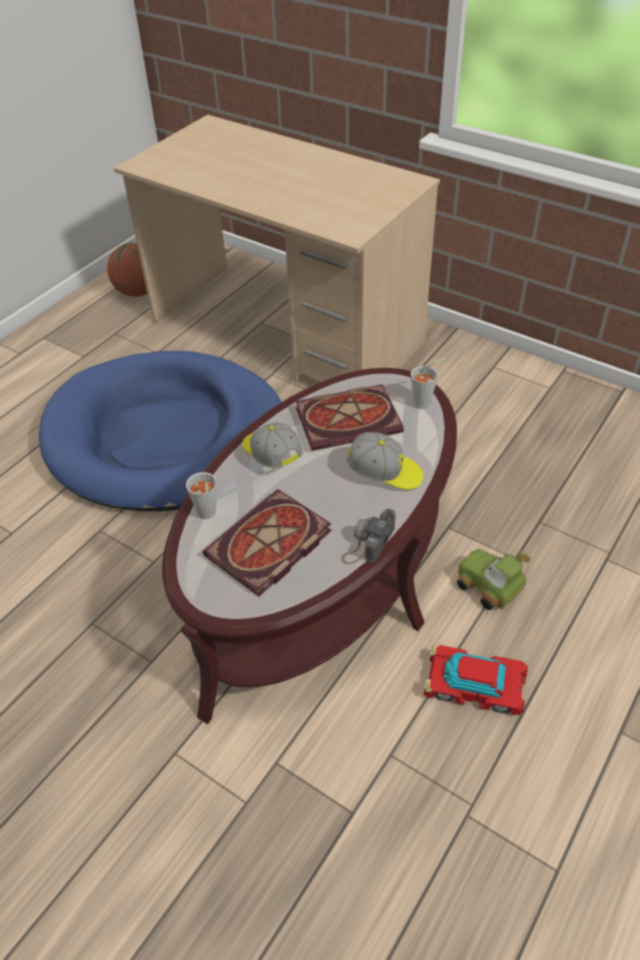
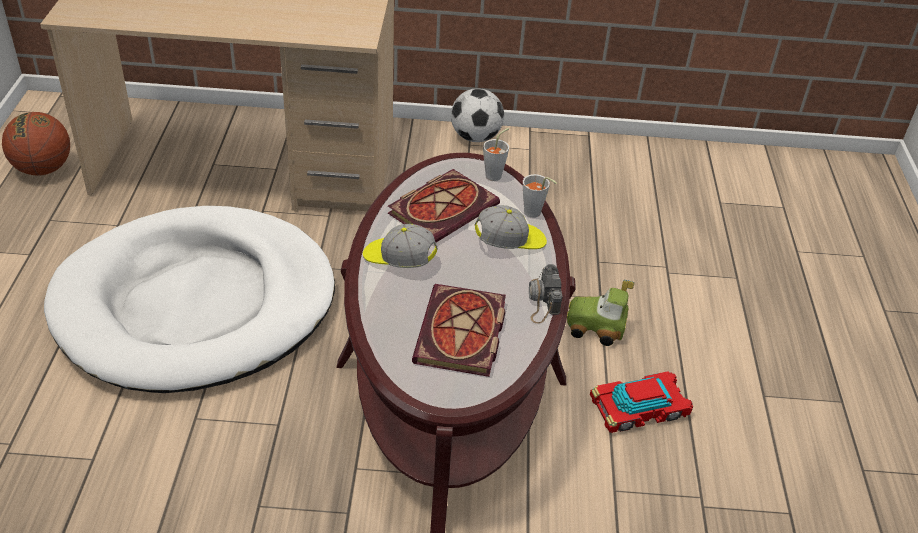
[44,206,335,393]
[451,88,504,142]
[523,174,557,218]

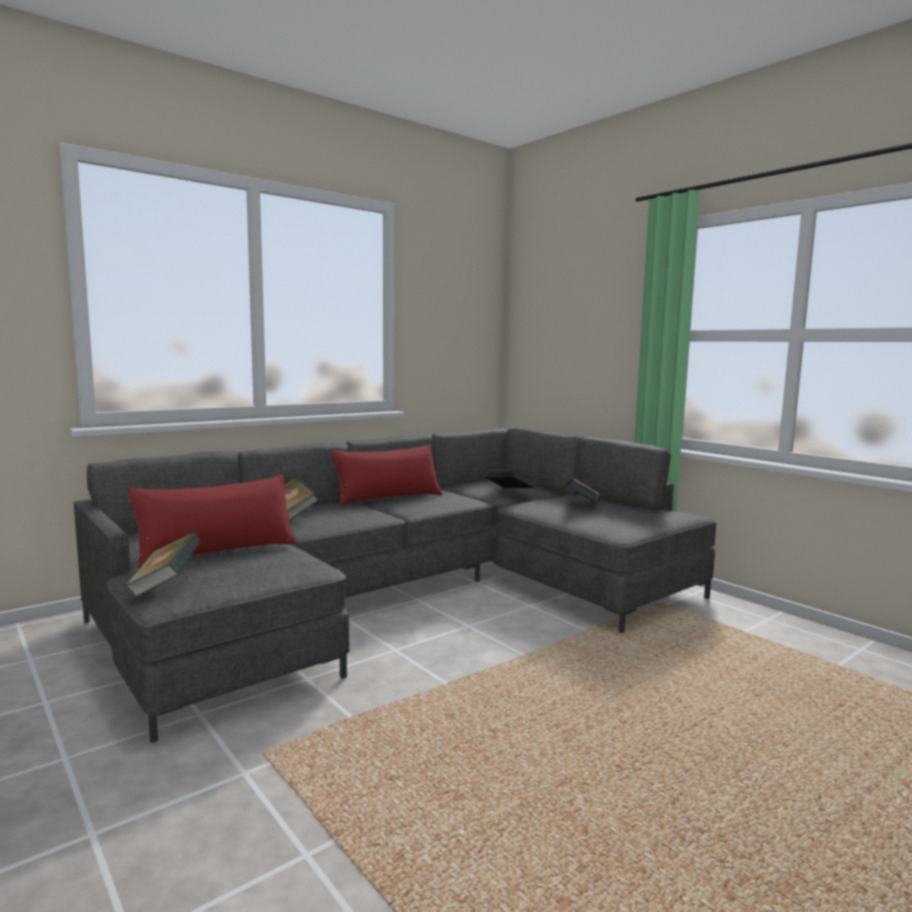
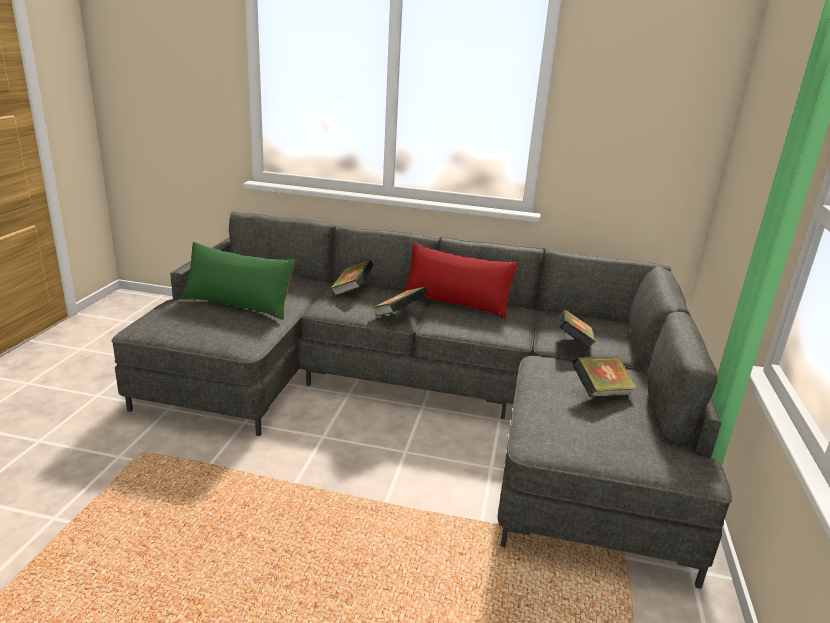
[181,242,296,320]
[372,287,428,317]

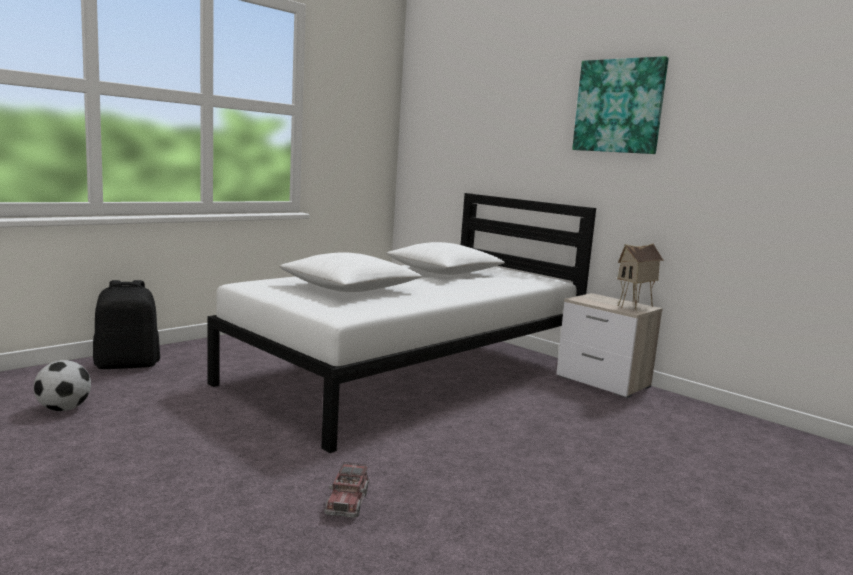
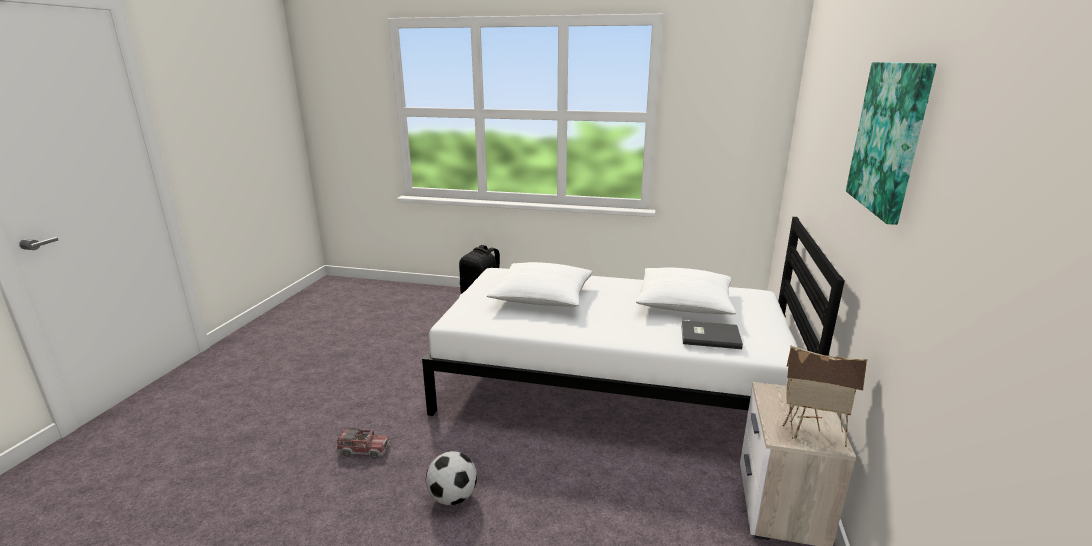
[336,428,390,458]
[426,451,477,505]
[681,320,743,349]

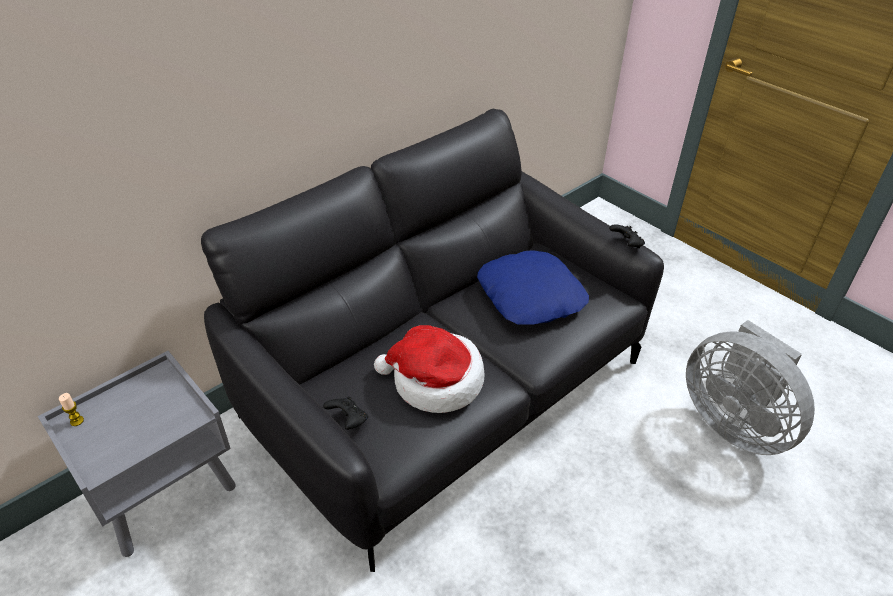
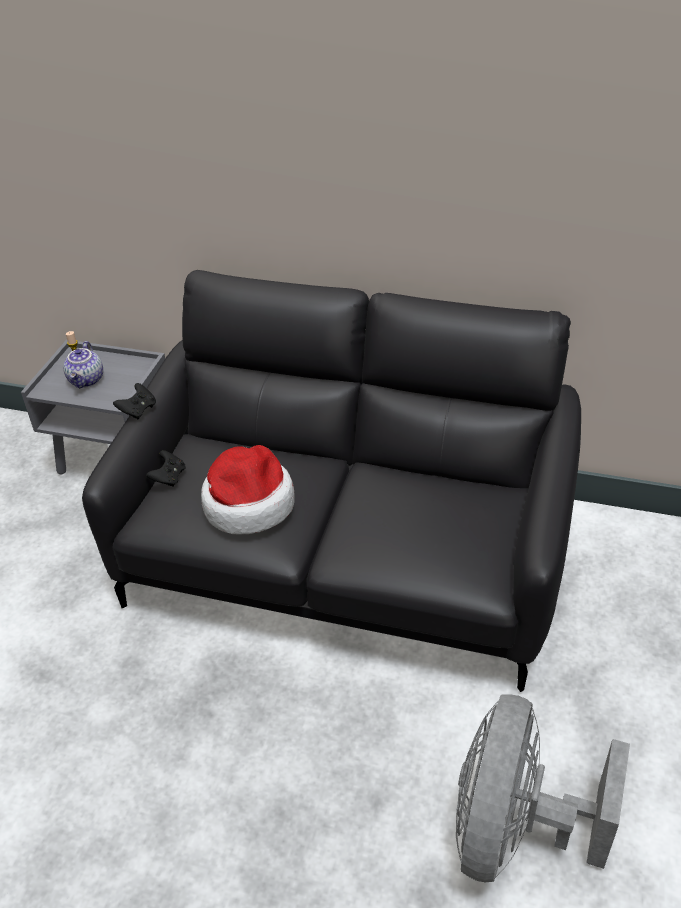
[63,341,103,388]
[113,383,156,419]
[477,250,589,324] (first image)

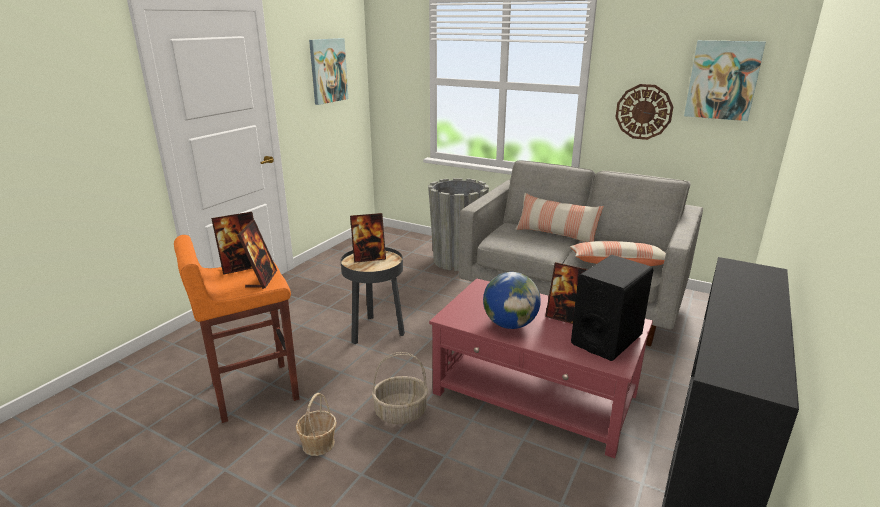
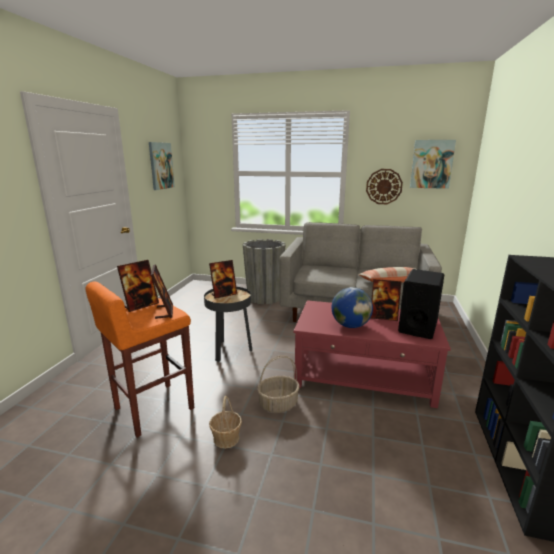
[515,193,604,242] (first image)

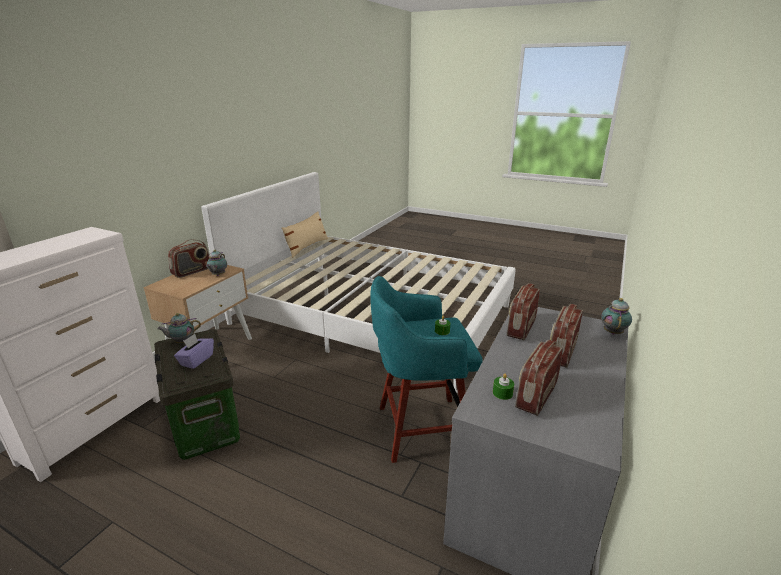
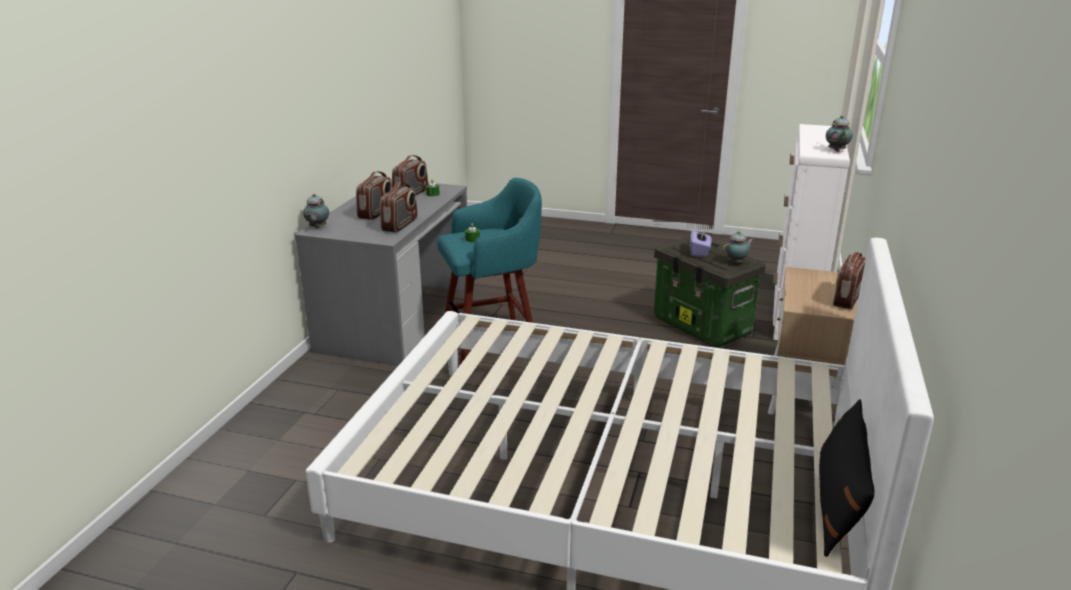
[819,399,874,557]
[826,115,853,152]

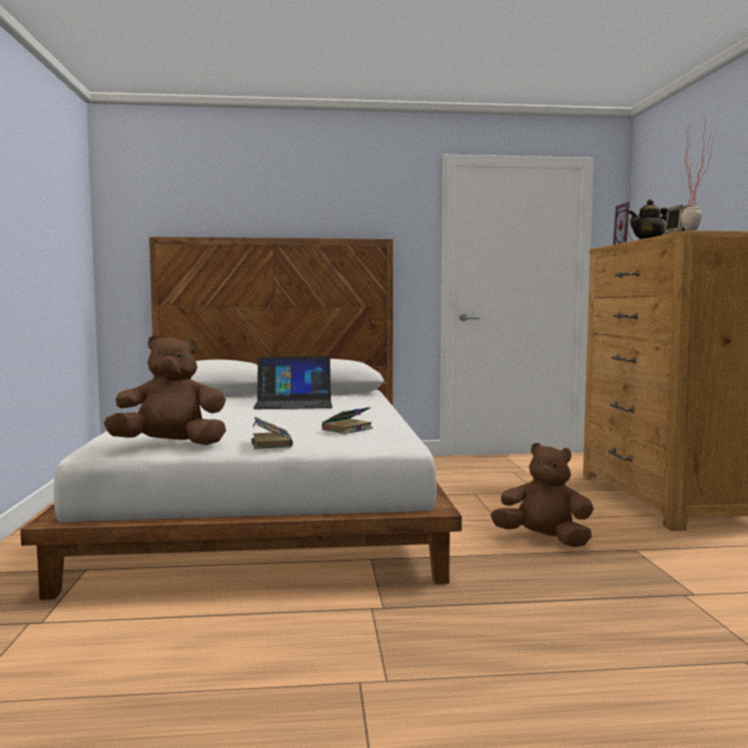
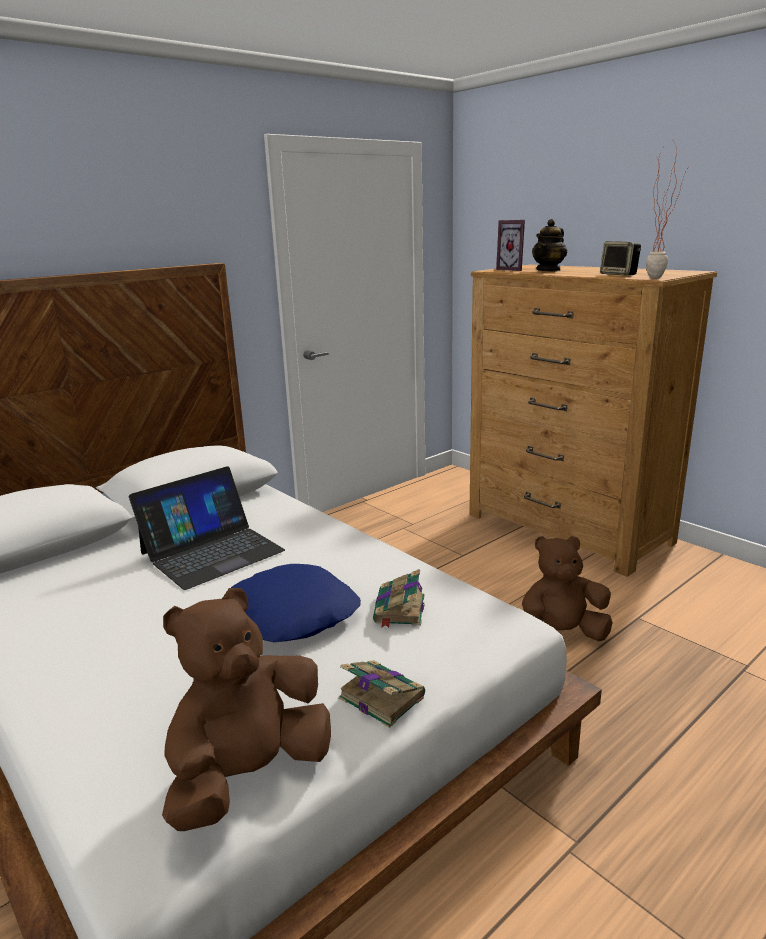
[231,564,361,642]

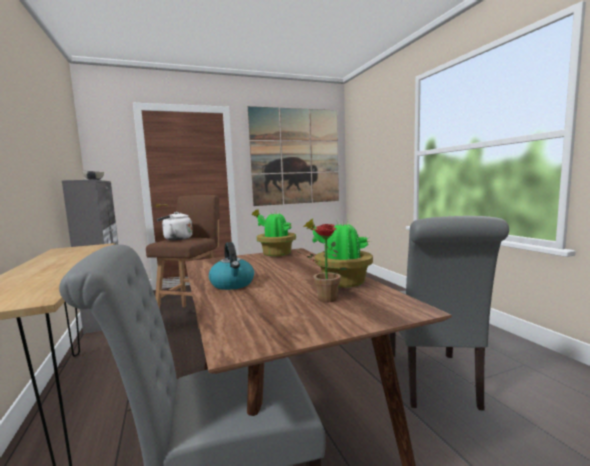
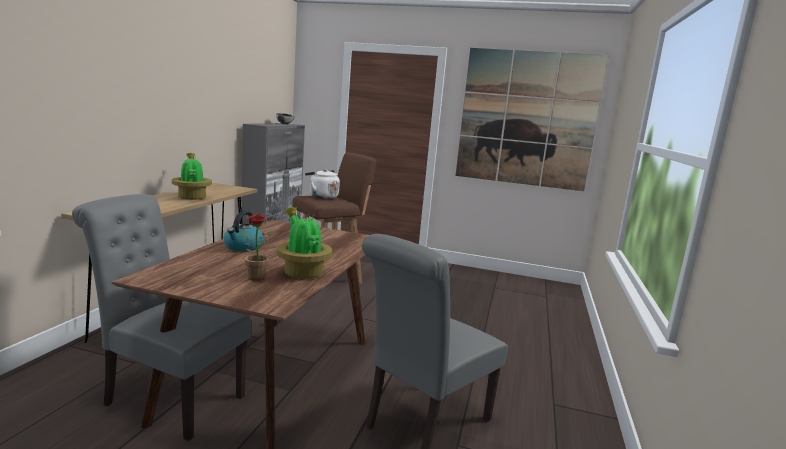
[172,153,212,200]

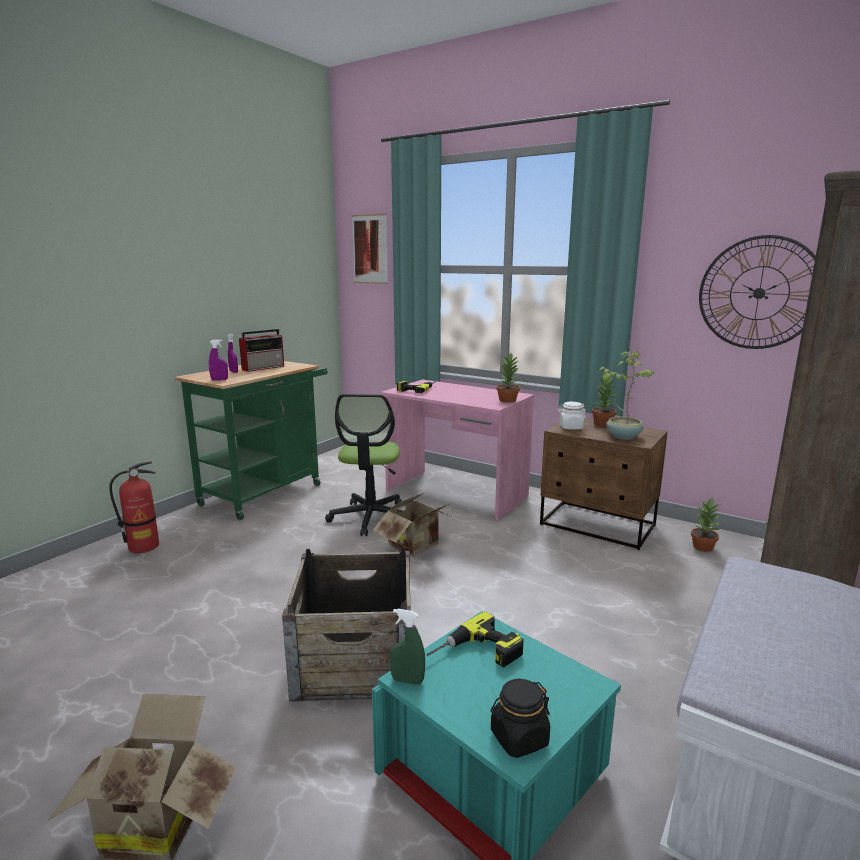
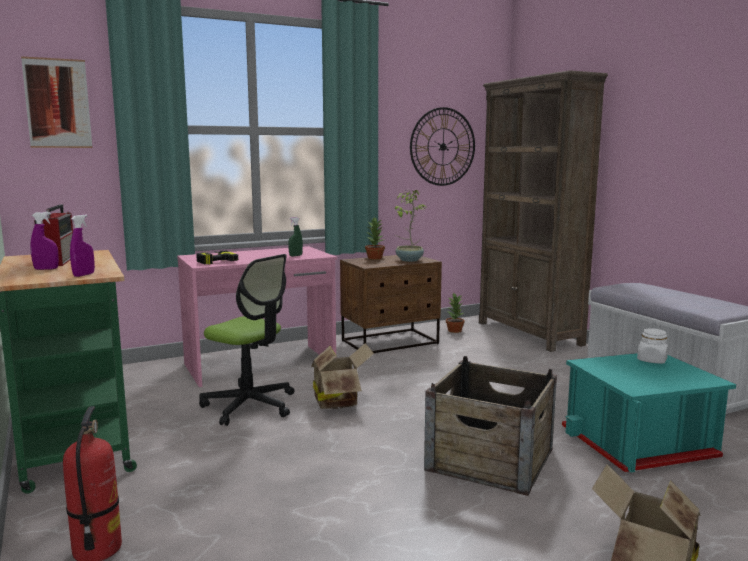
[288,217,303,256]
[637,329,668,364]
[426,612,524,667] (first image)
[491,679,550,758] (first image)
[497,354,520,403] (first image)

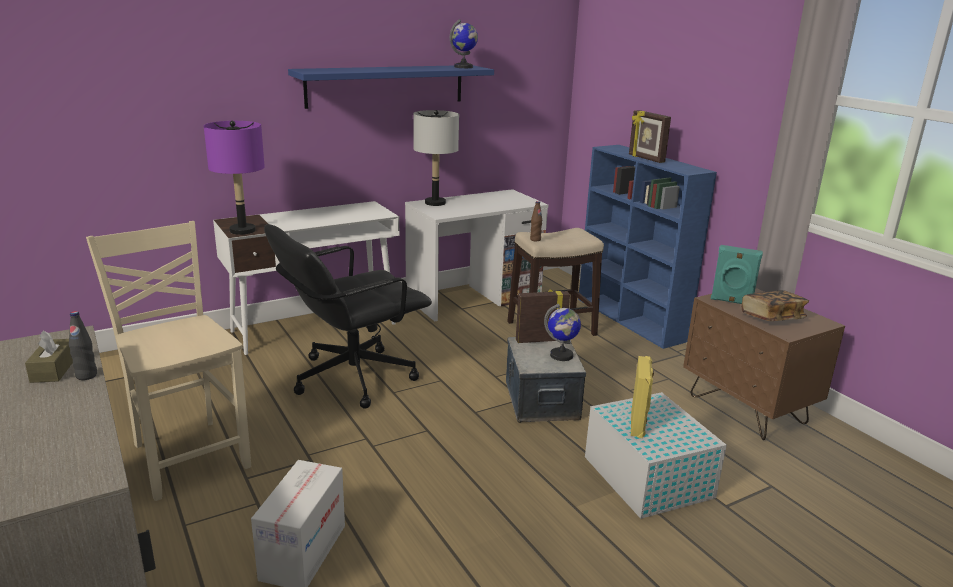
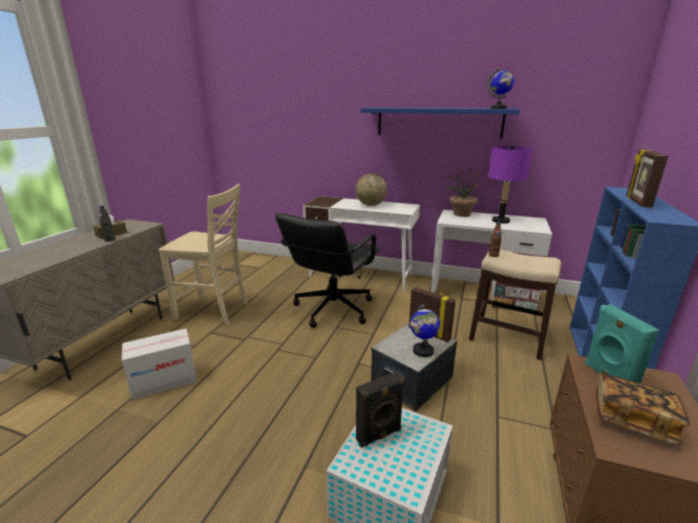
[159,184,248,325]
[275,213,380,328]
[355,174,387,206]
[356,371,405,448]
[445,170,482,217]
[488,145,533,224]

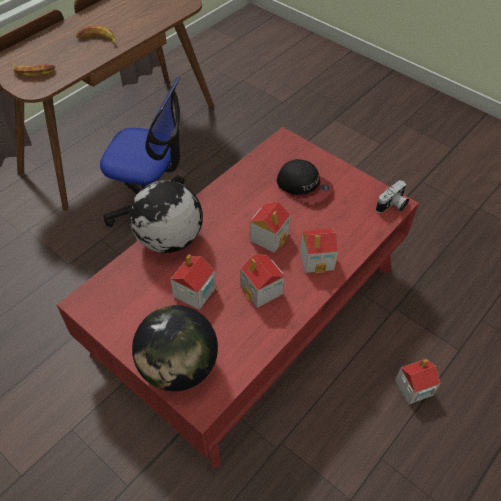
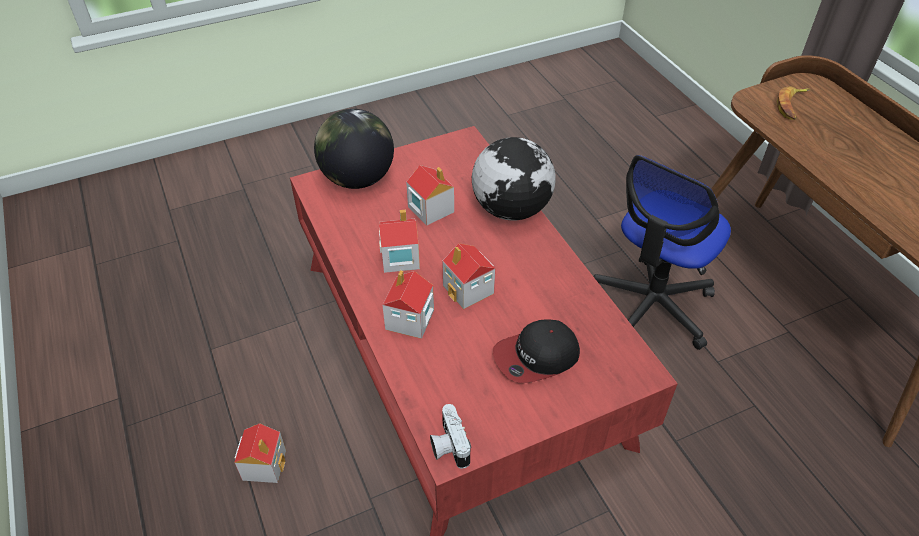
[76,25,116,44] (first image)

